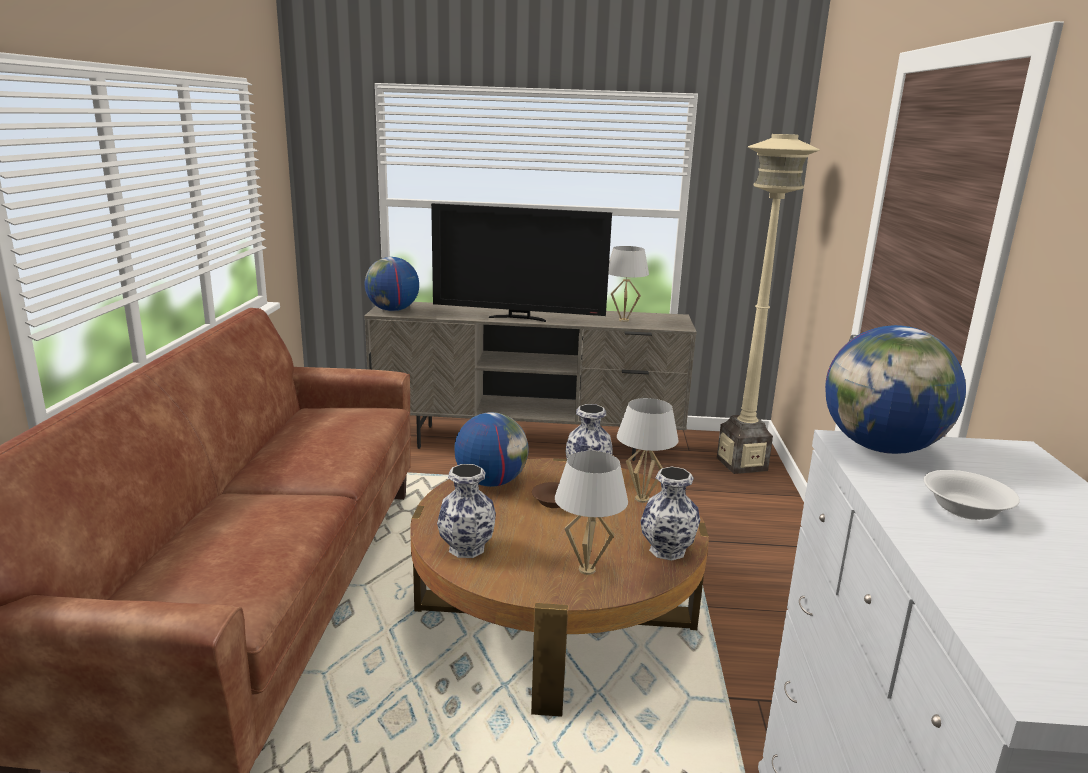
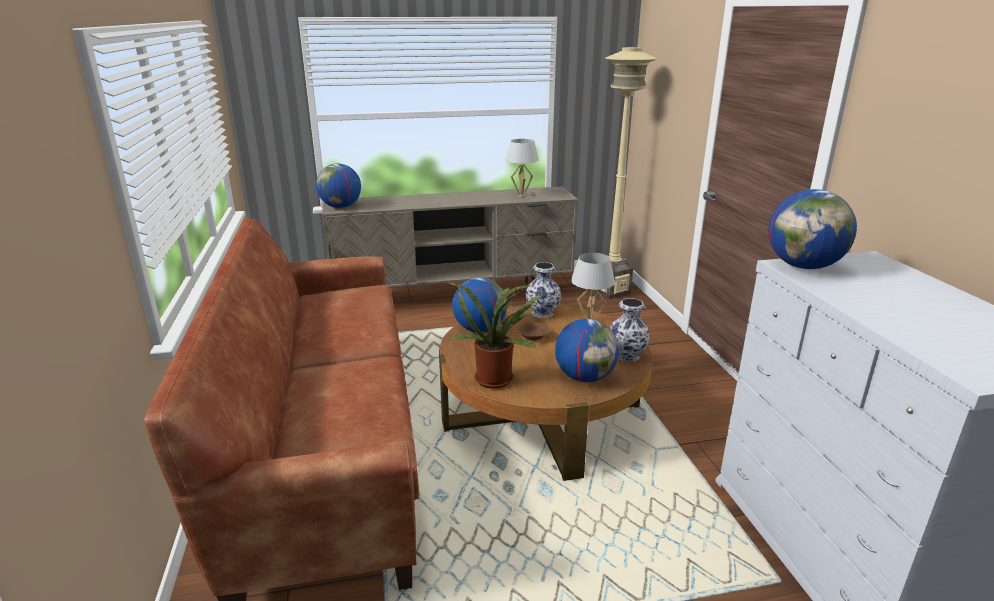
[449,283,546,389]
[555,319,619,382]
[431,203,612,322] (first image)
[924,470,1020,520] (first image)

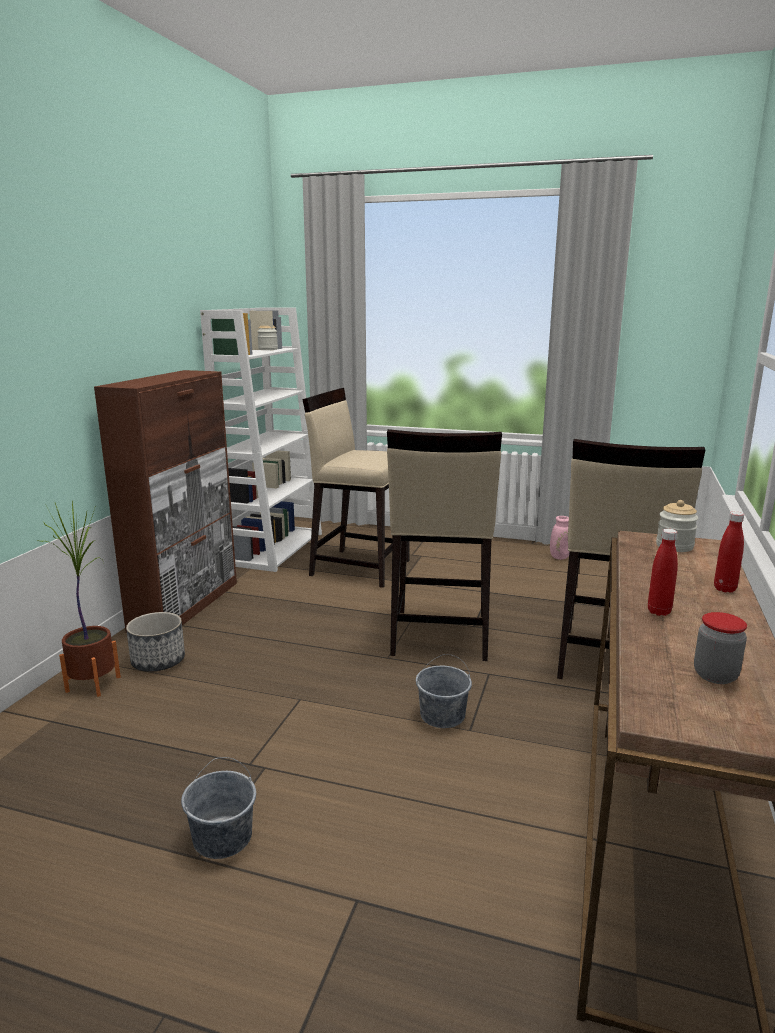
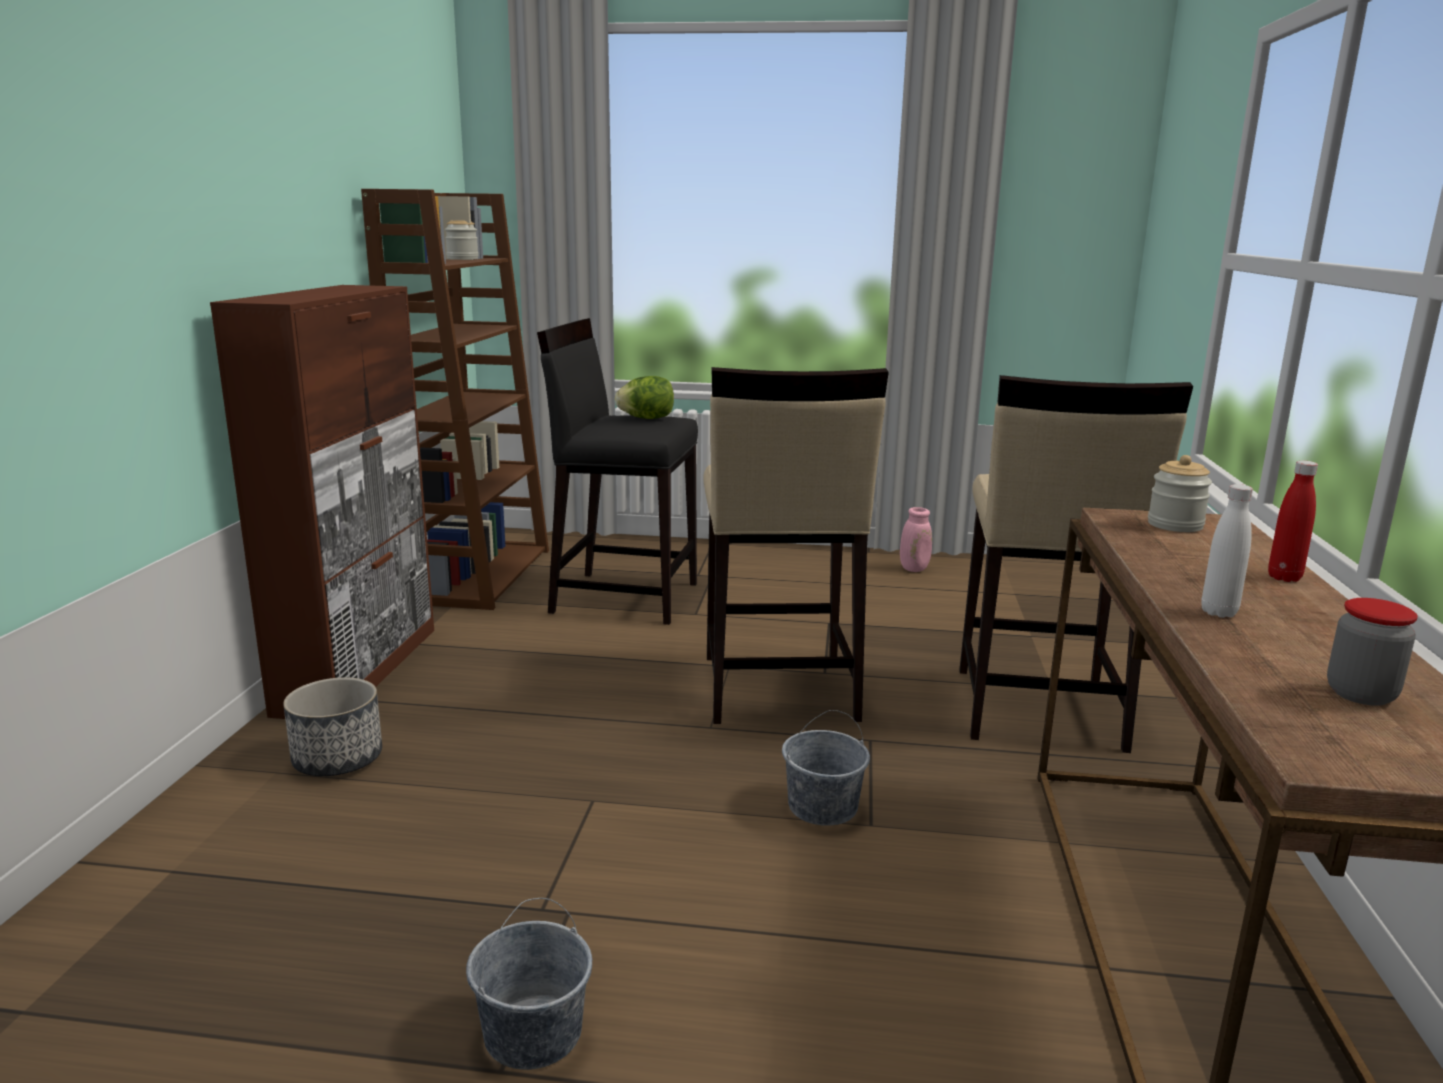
[361,189,549,610]
[537,318,698,625]
[615,376,674,419]
[1201,484,1253,618]
[41,501,121,697] (first image)

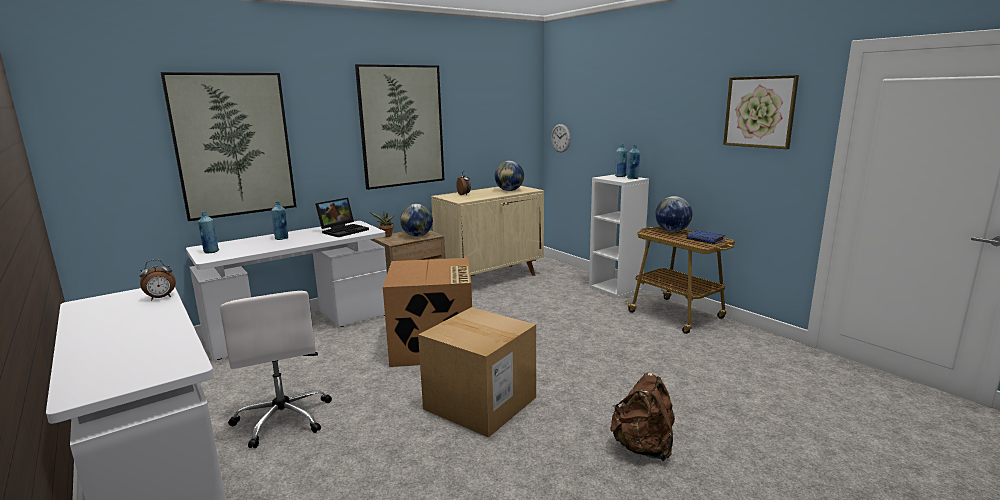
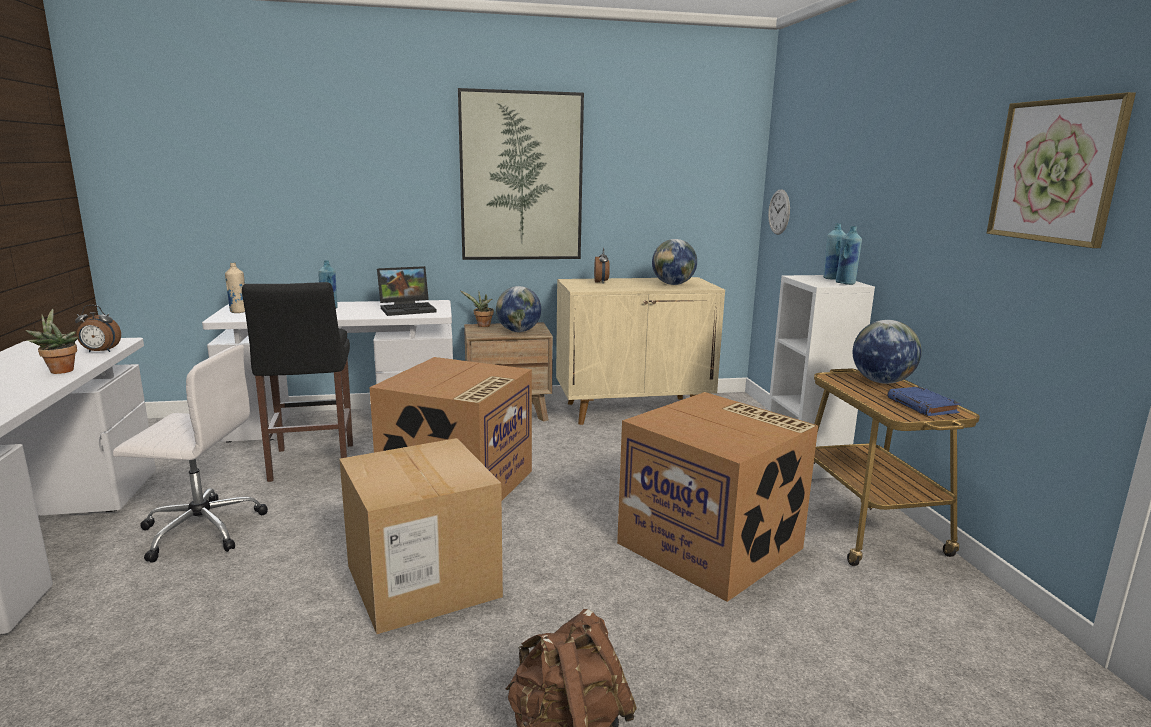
[25,309,78,374]
[113,345,268,563]
[225,262,245,313]
[242,282,353,482]
[617,392,818,602]
[160,72,296,221] (first image)

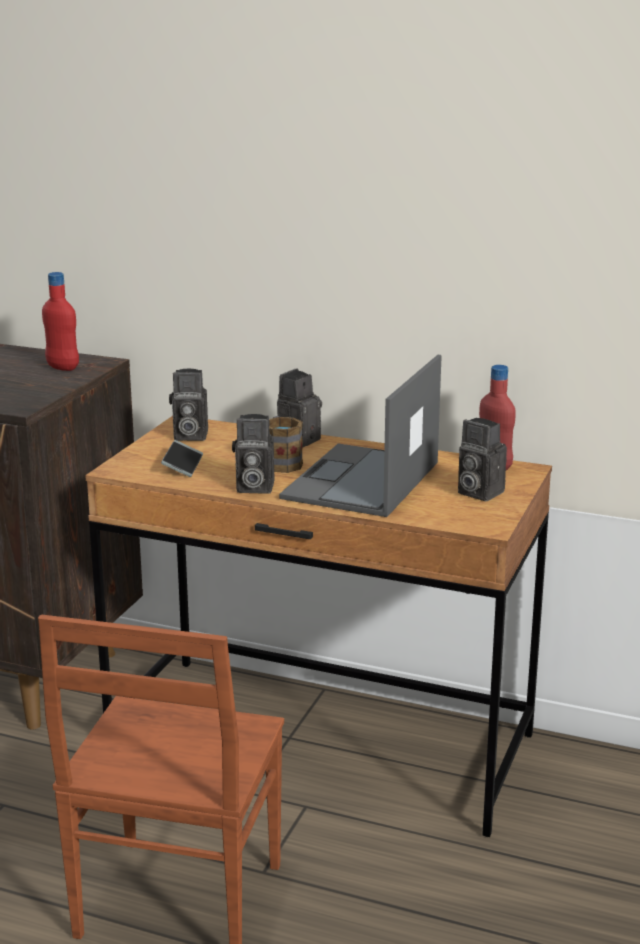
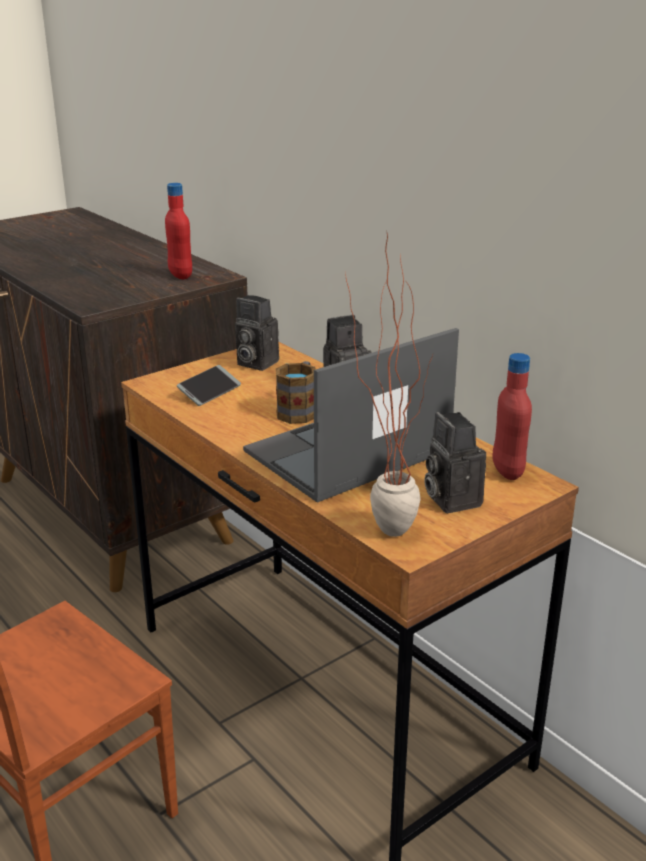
[346,233,433,537]
[232,414,275,494] (first image)

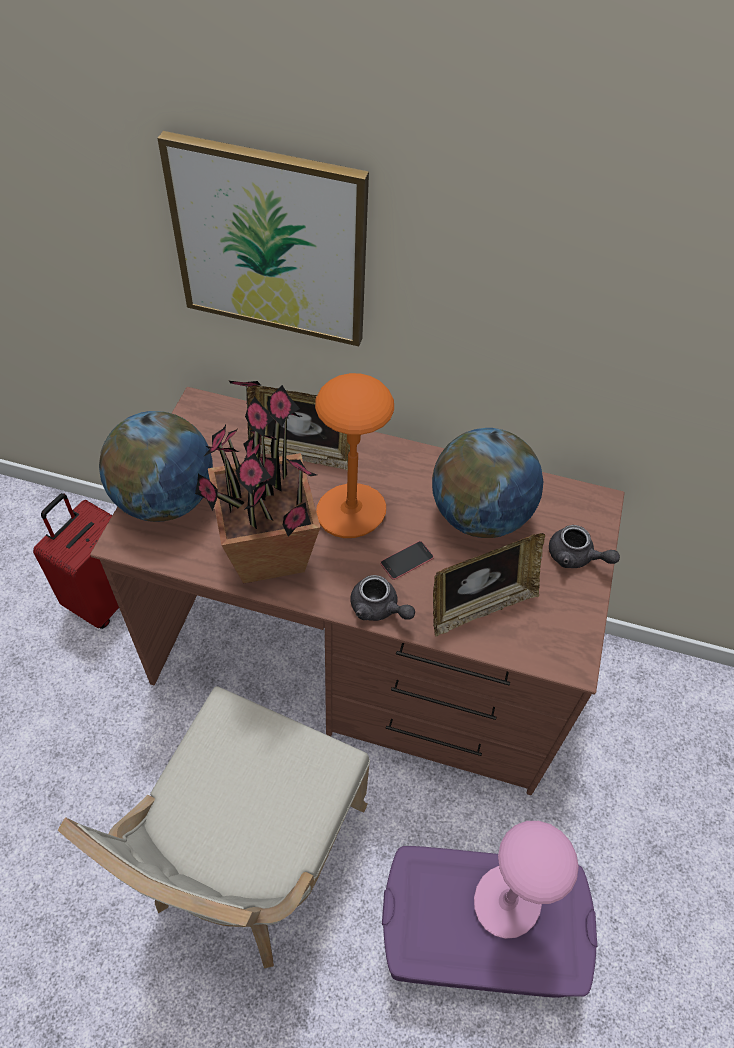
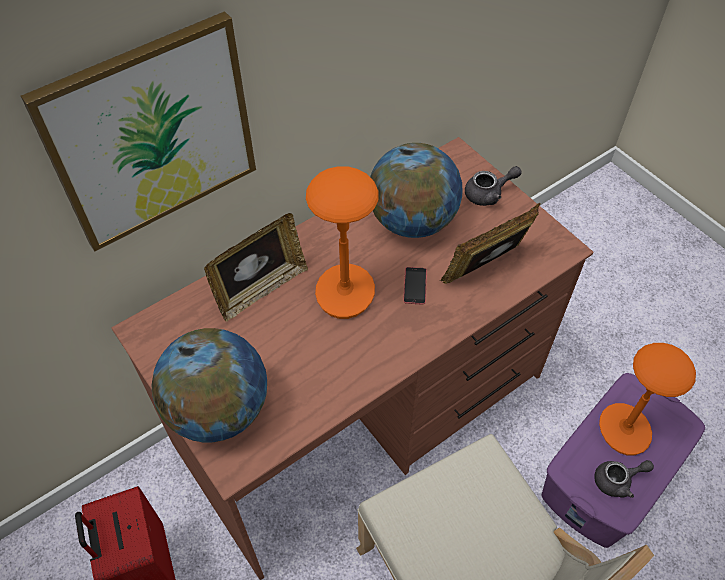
[439,203,540,284]
[594,460,654,498]
[599,343,696,455]
[195,381,320,584] (first image)

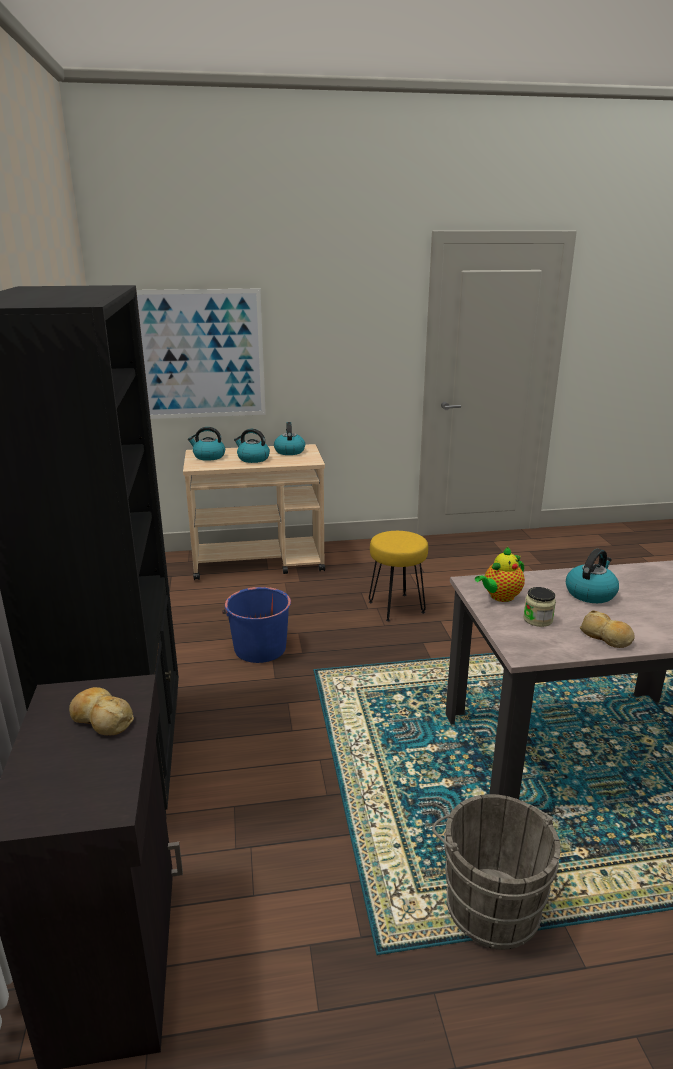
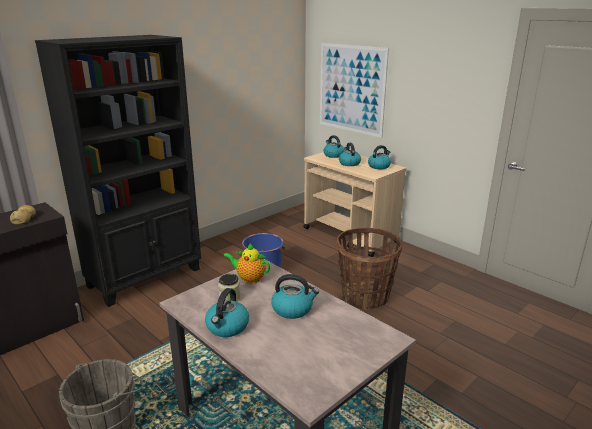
[205,288,249,337]
[336,228,402,310]

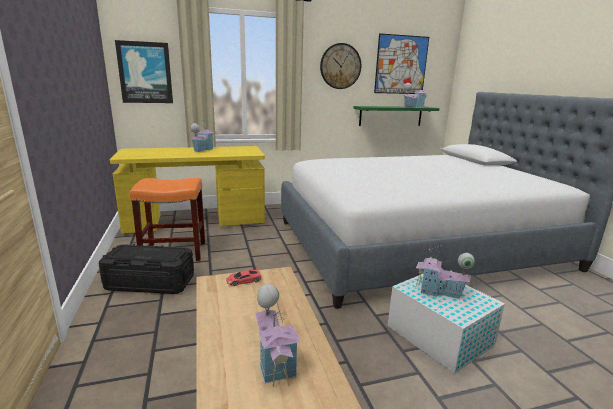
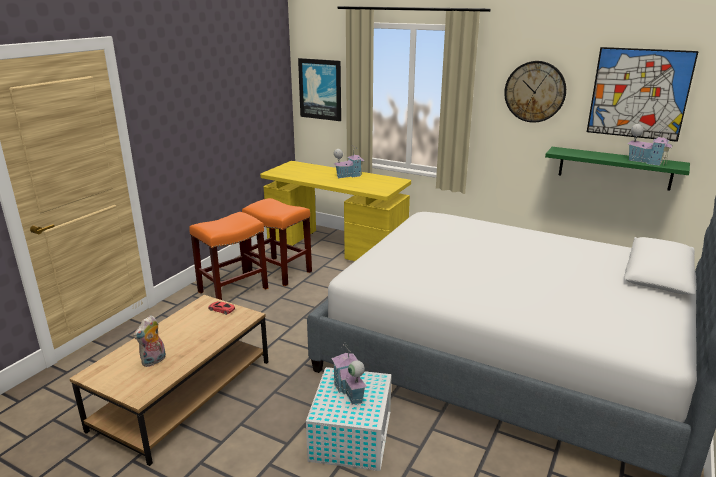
[133,315,166,367]
[189,212,268,300]

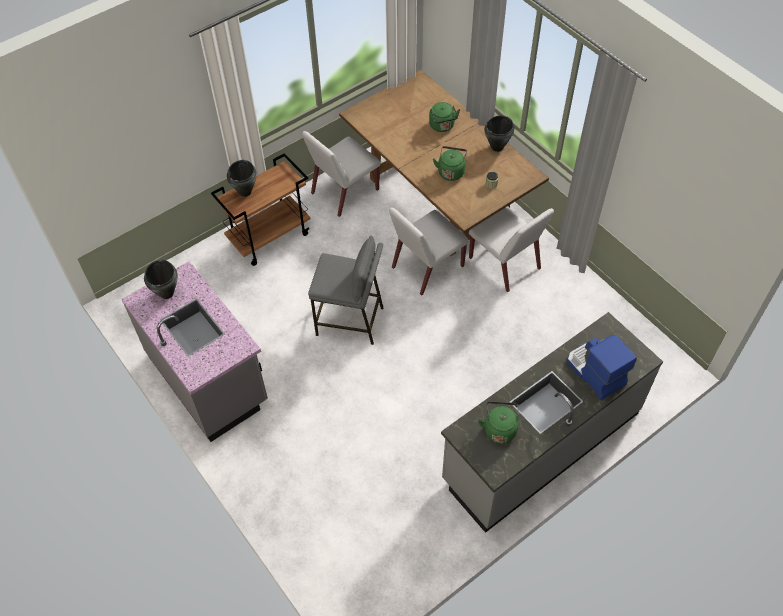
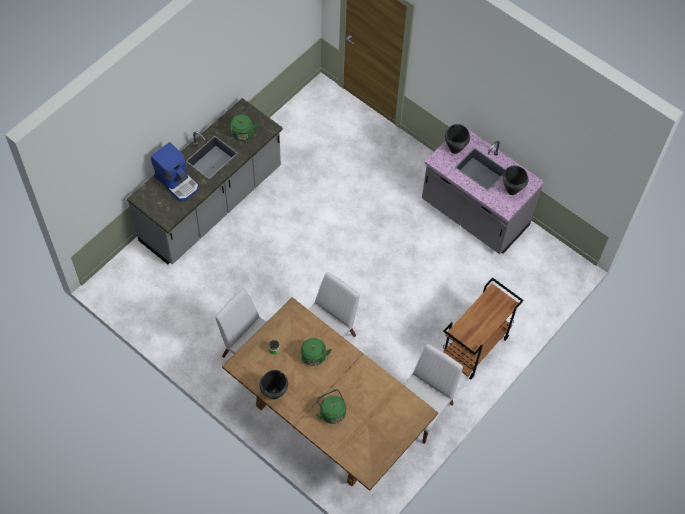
[445,124,470,154]
[308,236,383,345] (first image)

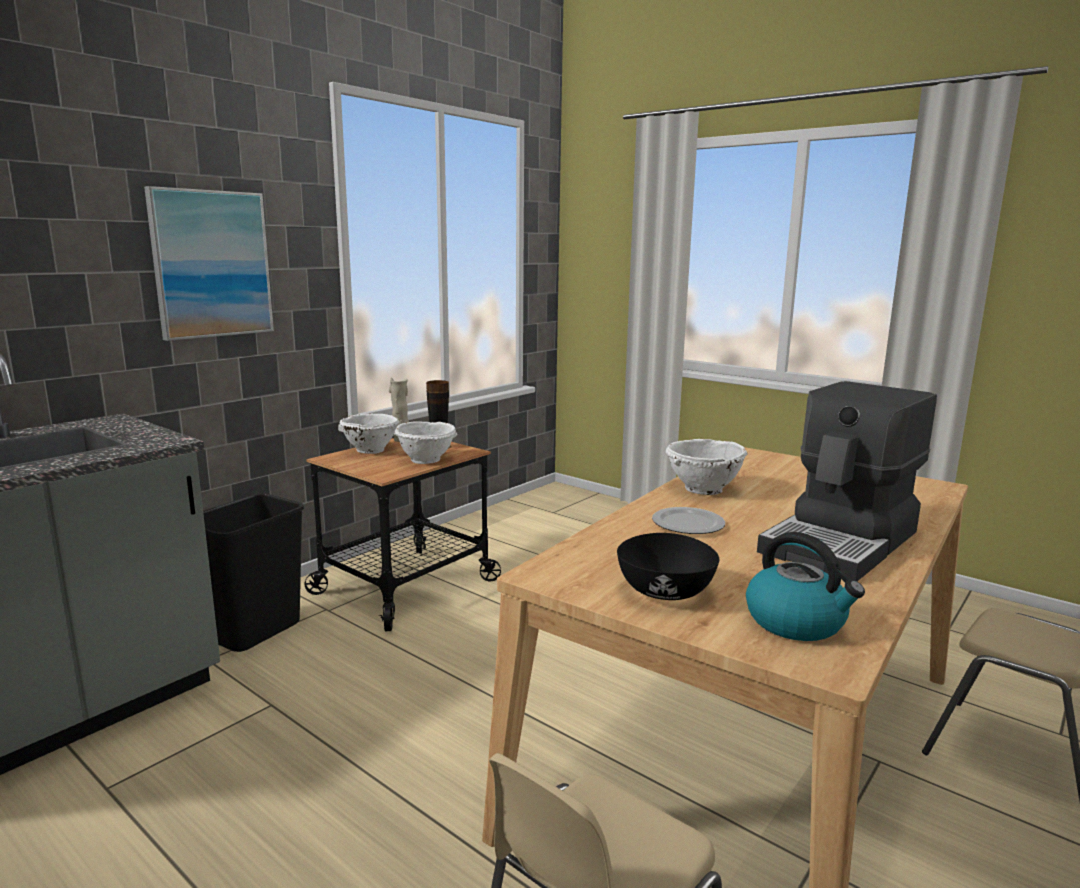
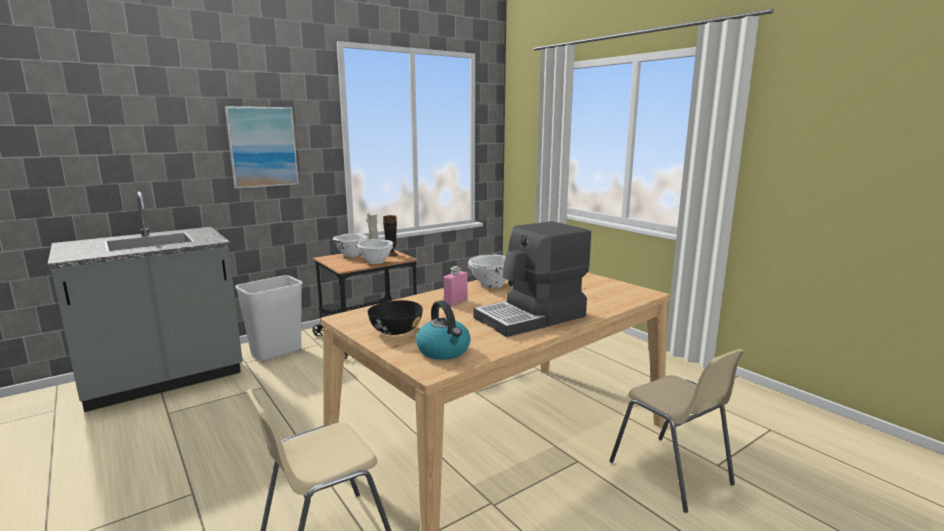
[235,275,303,360]
[443,266,468,306]

